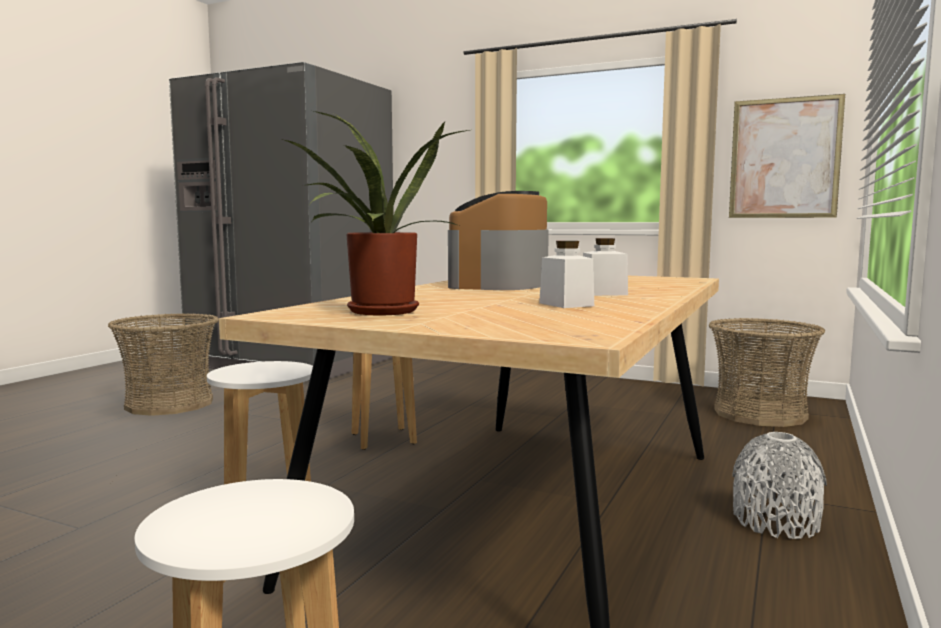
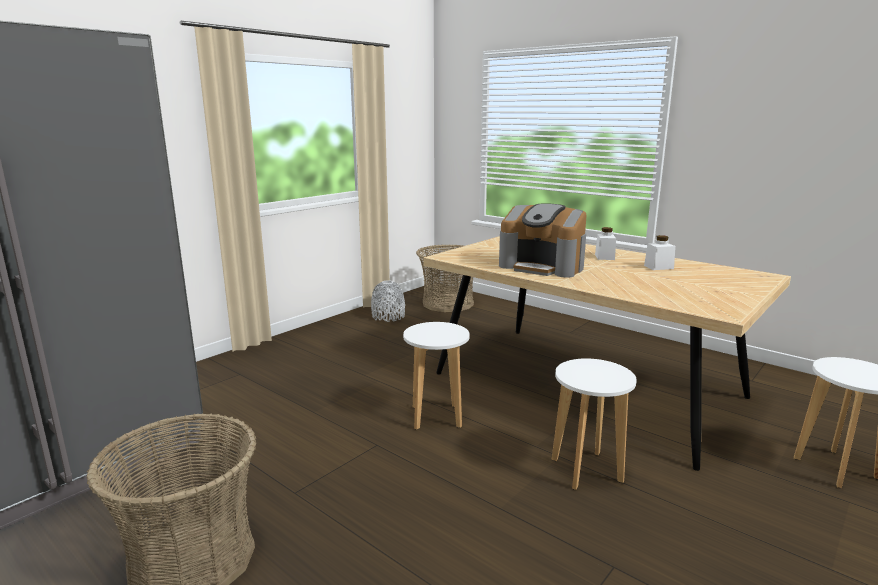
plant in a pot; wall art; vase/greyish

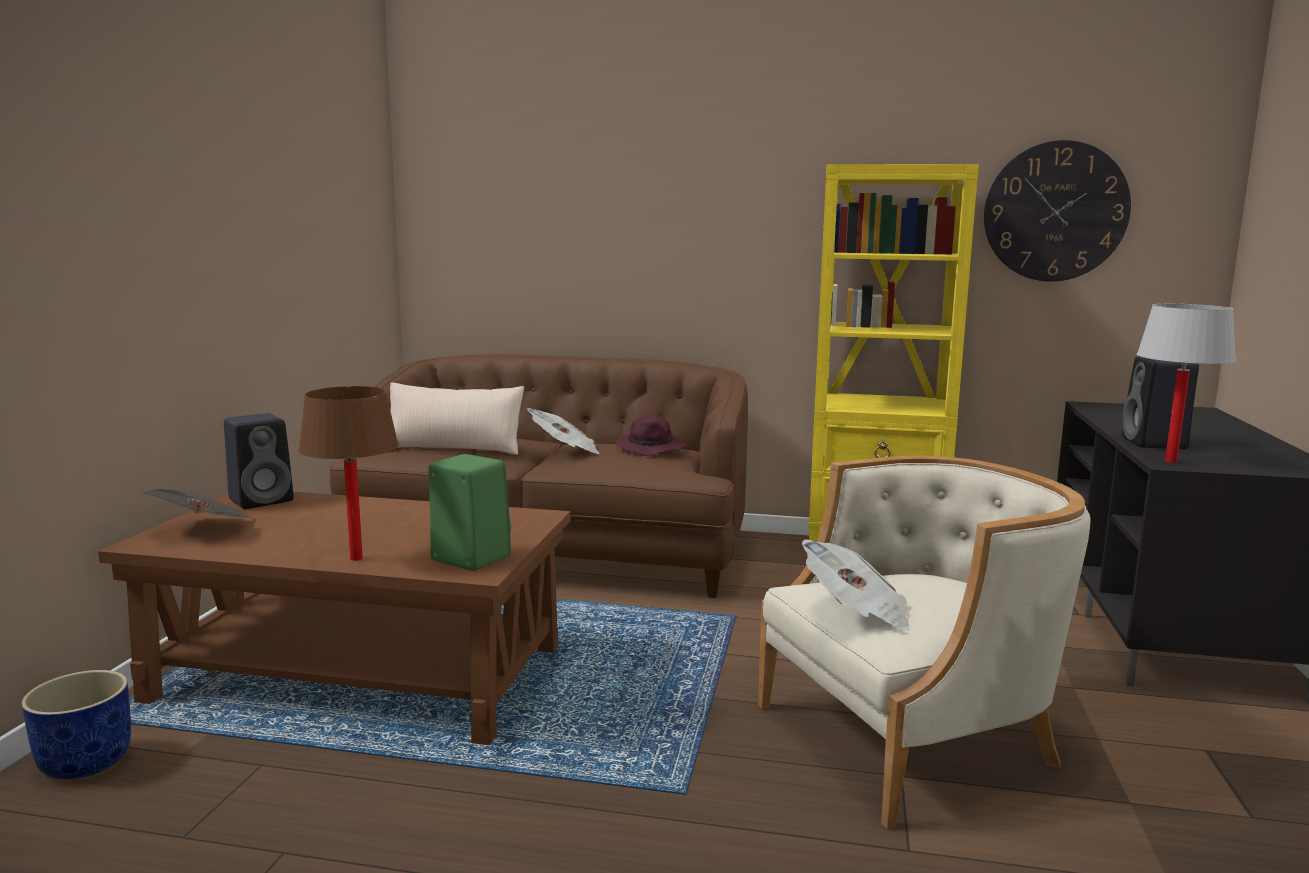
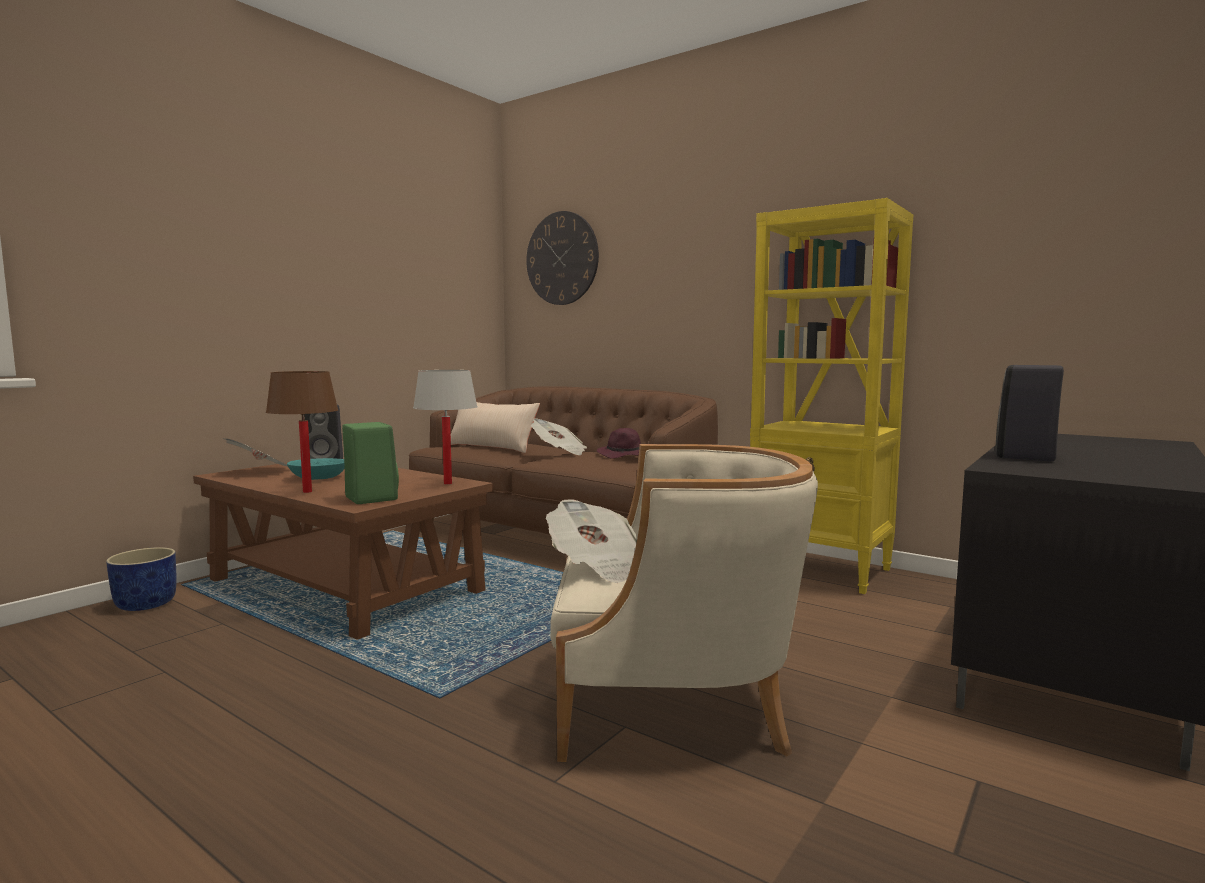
deep dish/turquoise-coloured; wall clock; lamp for a table/white-coloured

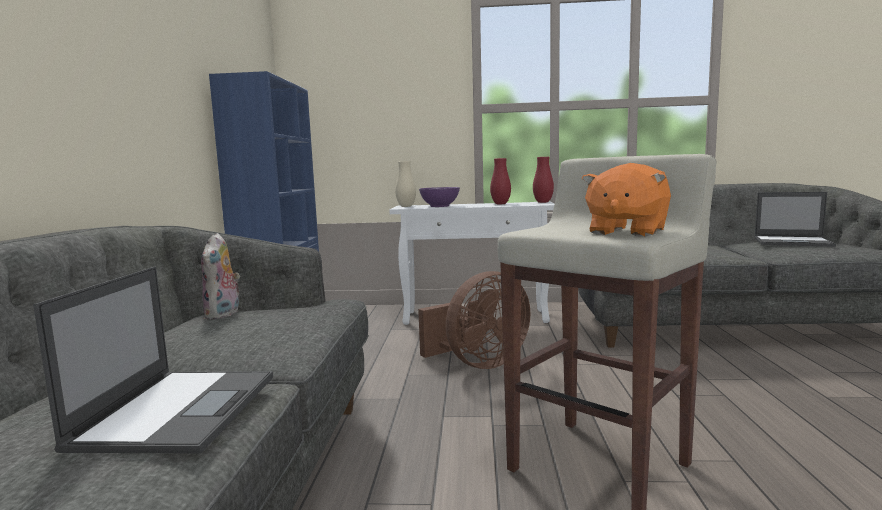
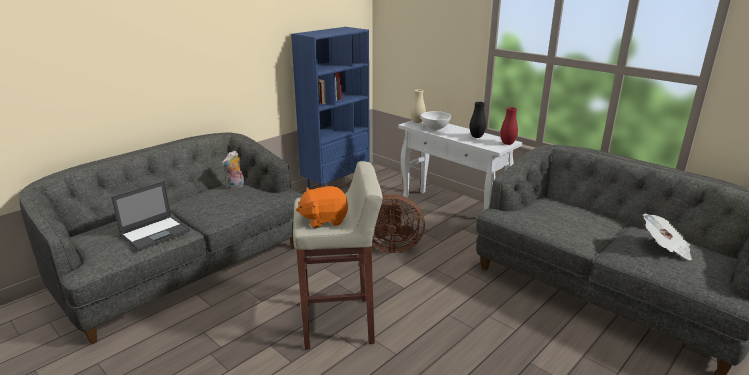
daily paper; deep dish/white-coloured; vase/black-coloured

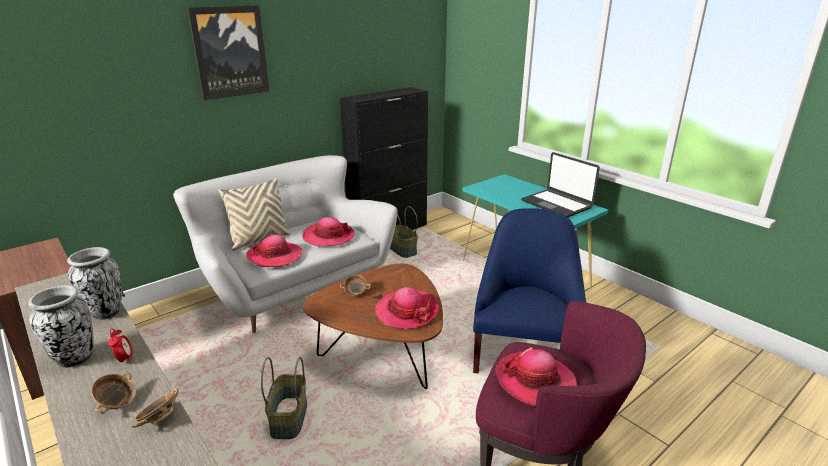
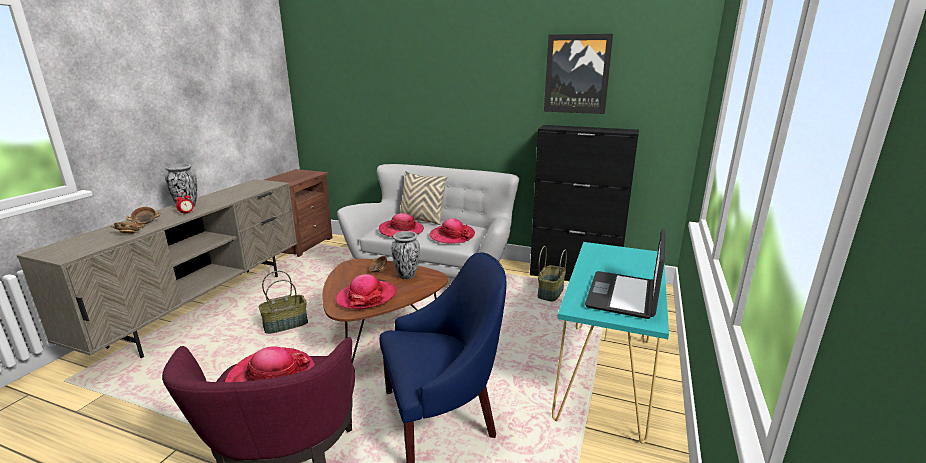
vase (2nd from left); wall art

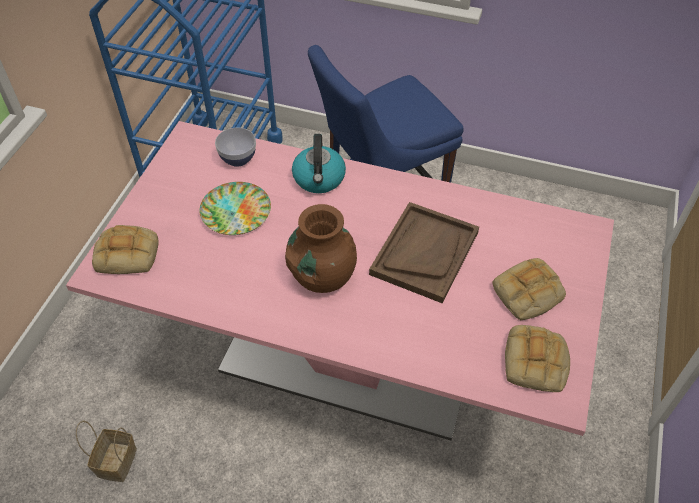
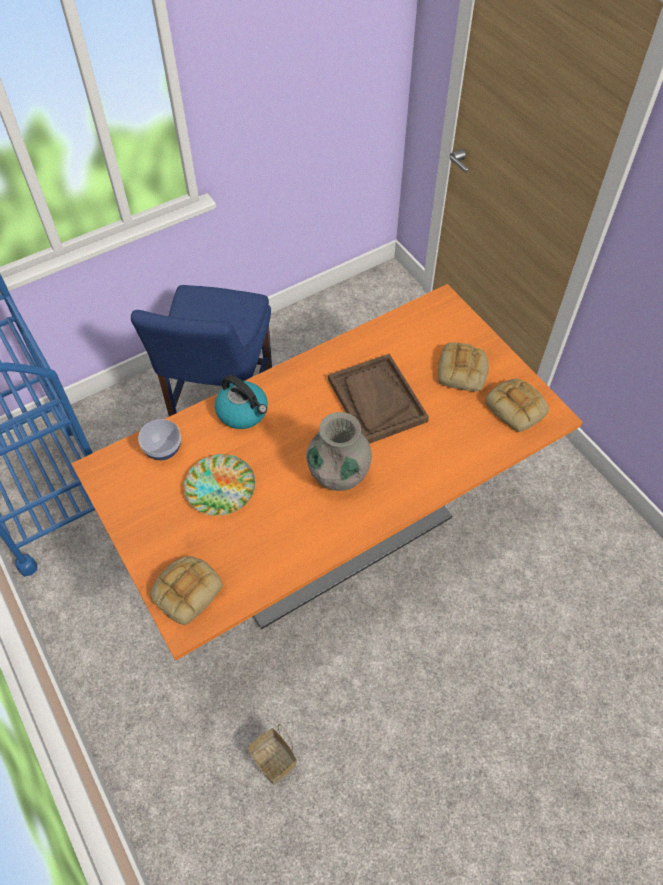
kitchen table/orange-coloured; vase/greyish

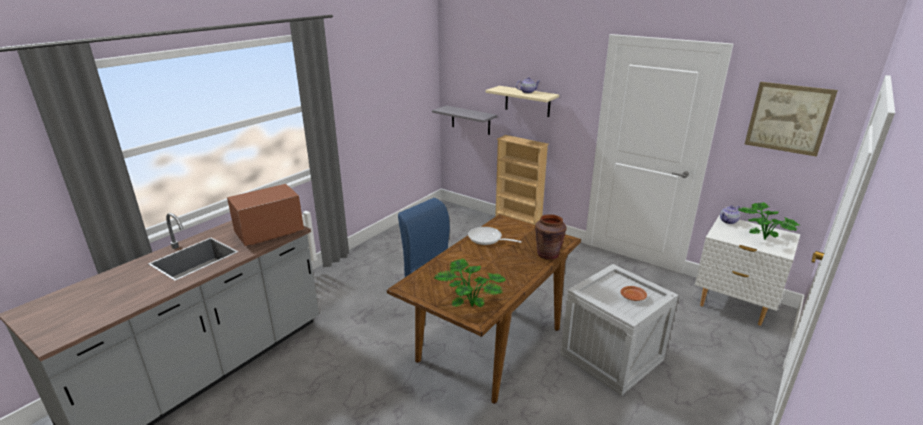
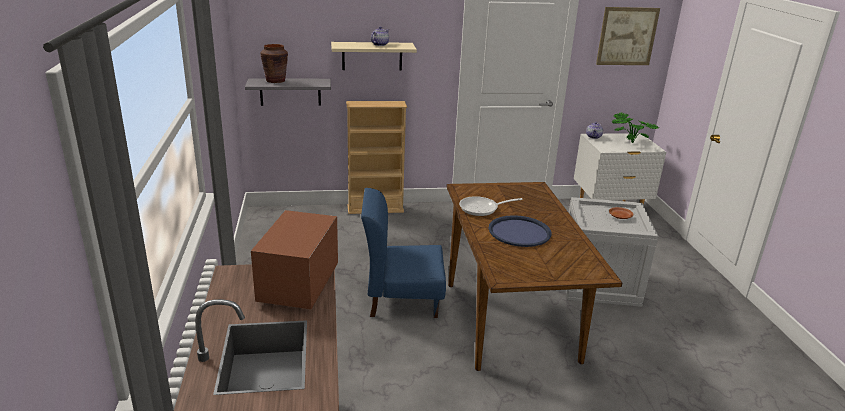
plant in a pot (1st from left in the first image); carrying tray/blue; vase/brownish

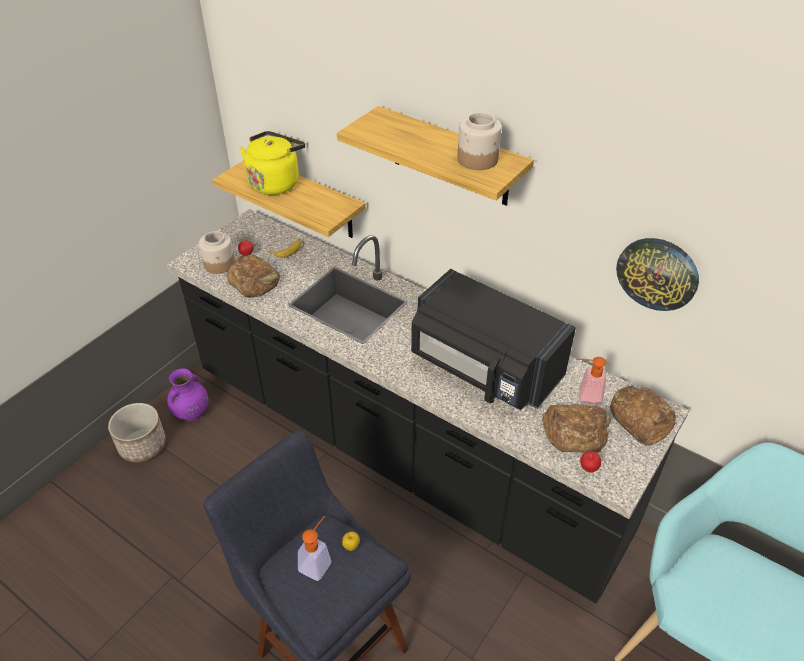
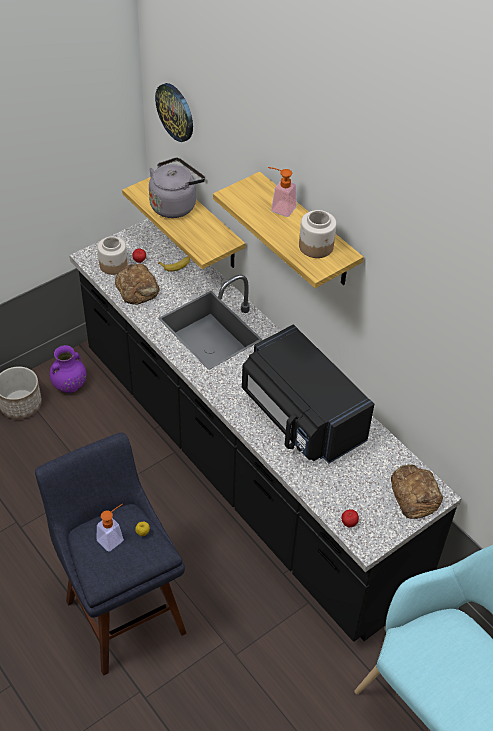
bakery bread (2nd from left in the first image); liquid soap bottle (2nd from left); wall clock; water kettle/greyish

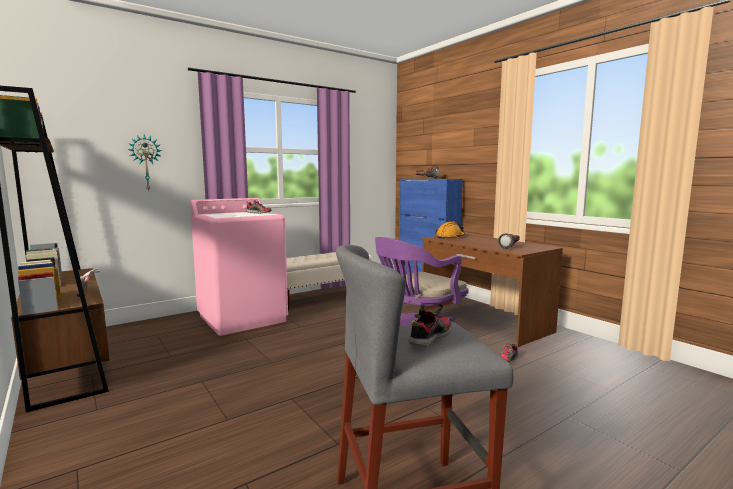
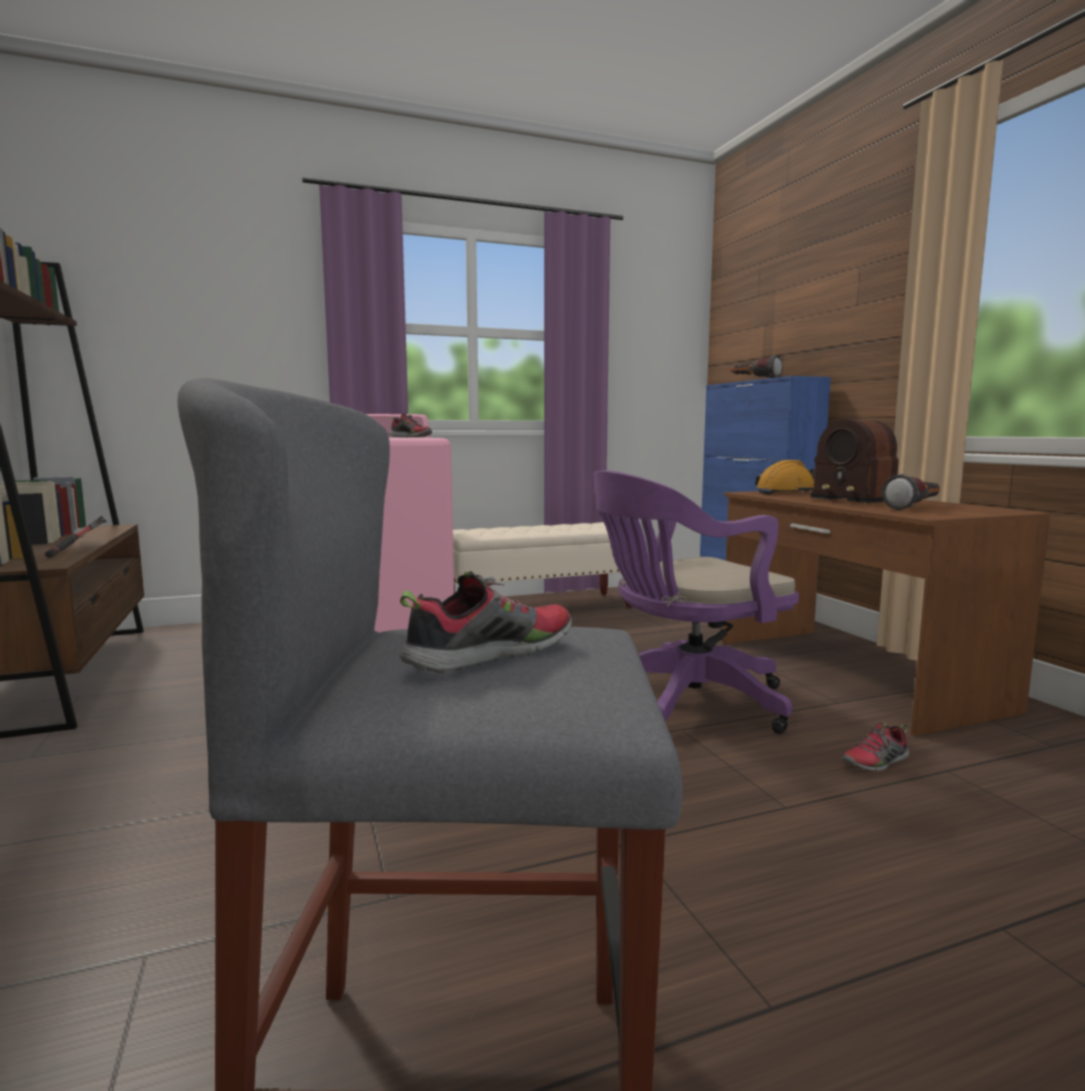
wall clock; radio

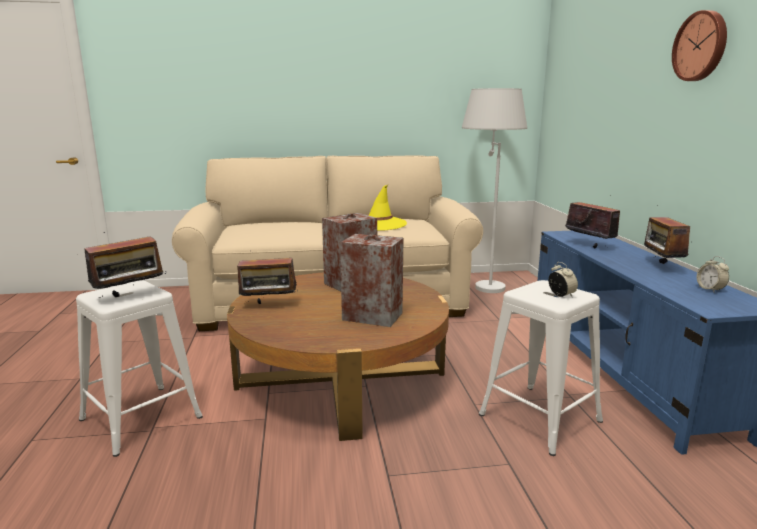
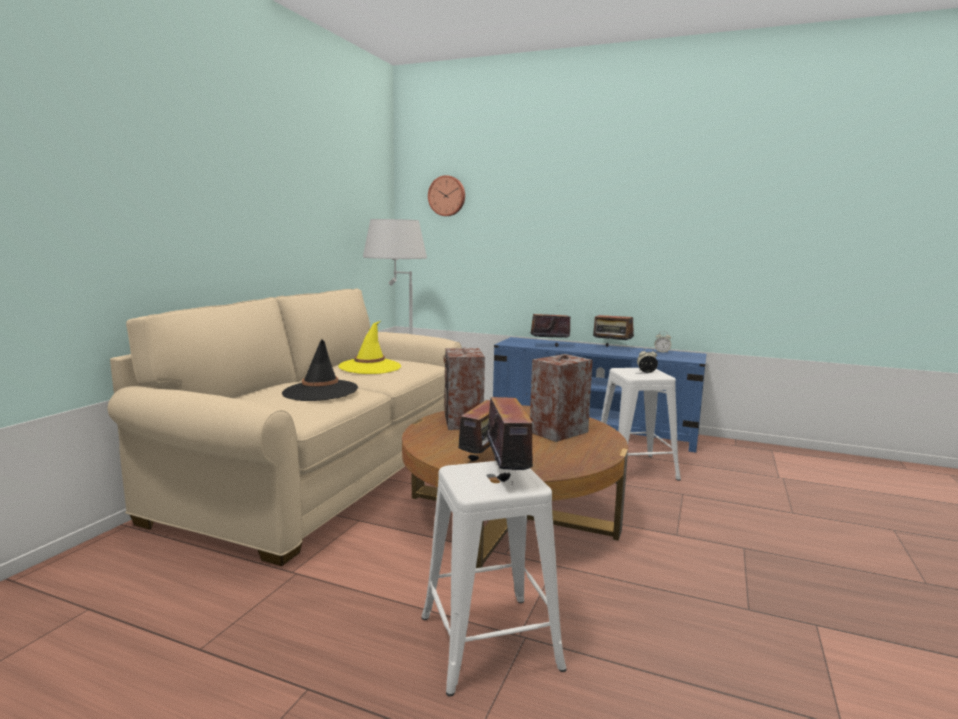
clothing hat/black-coloured; wall clock

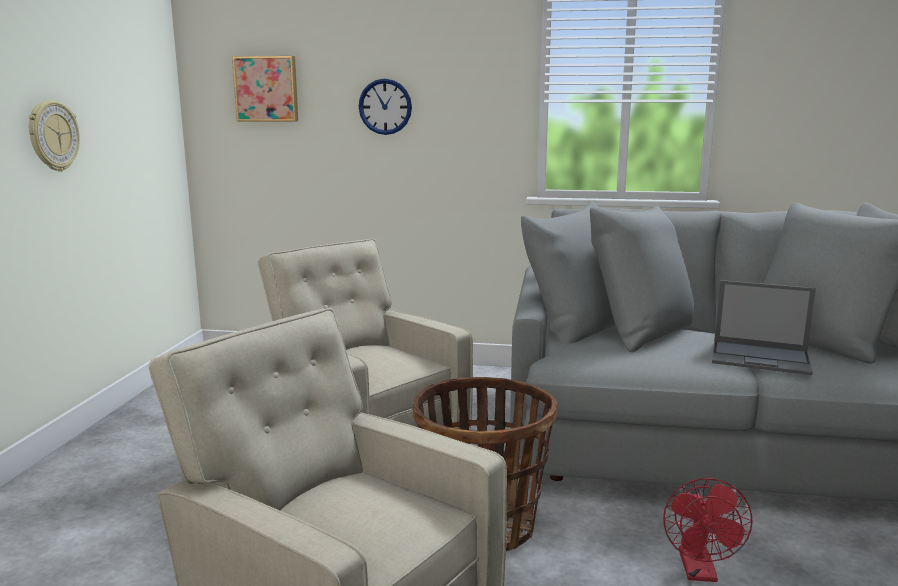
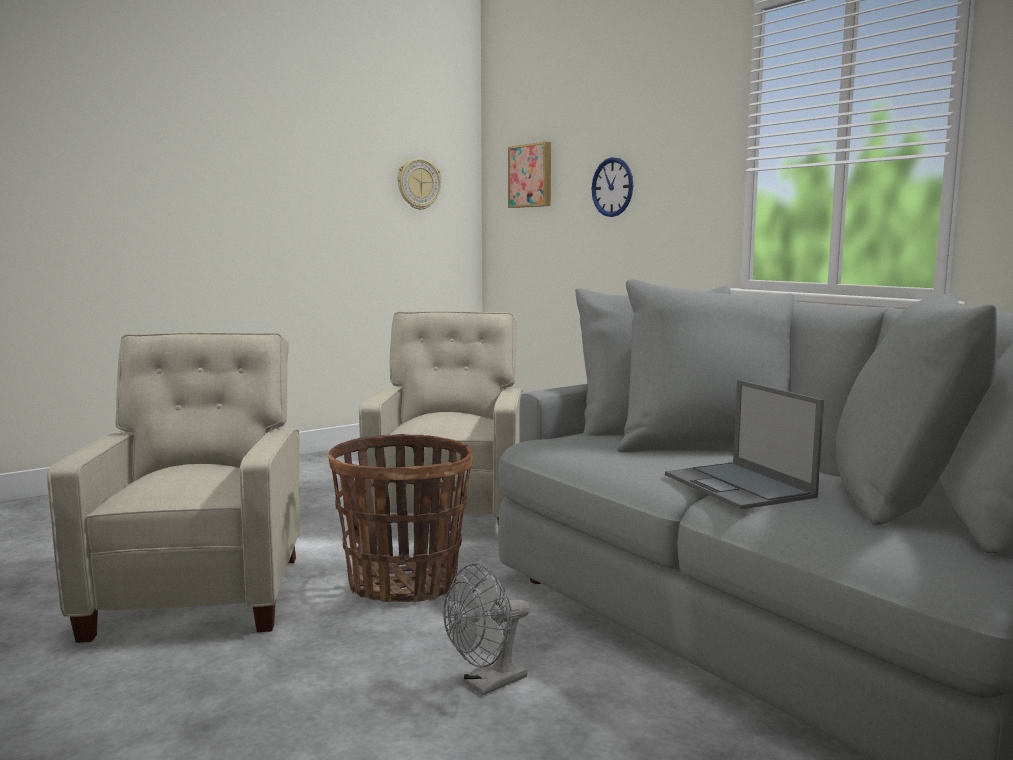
wall clock (1st from left); cooling fan/greyish

